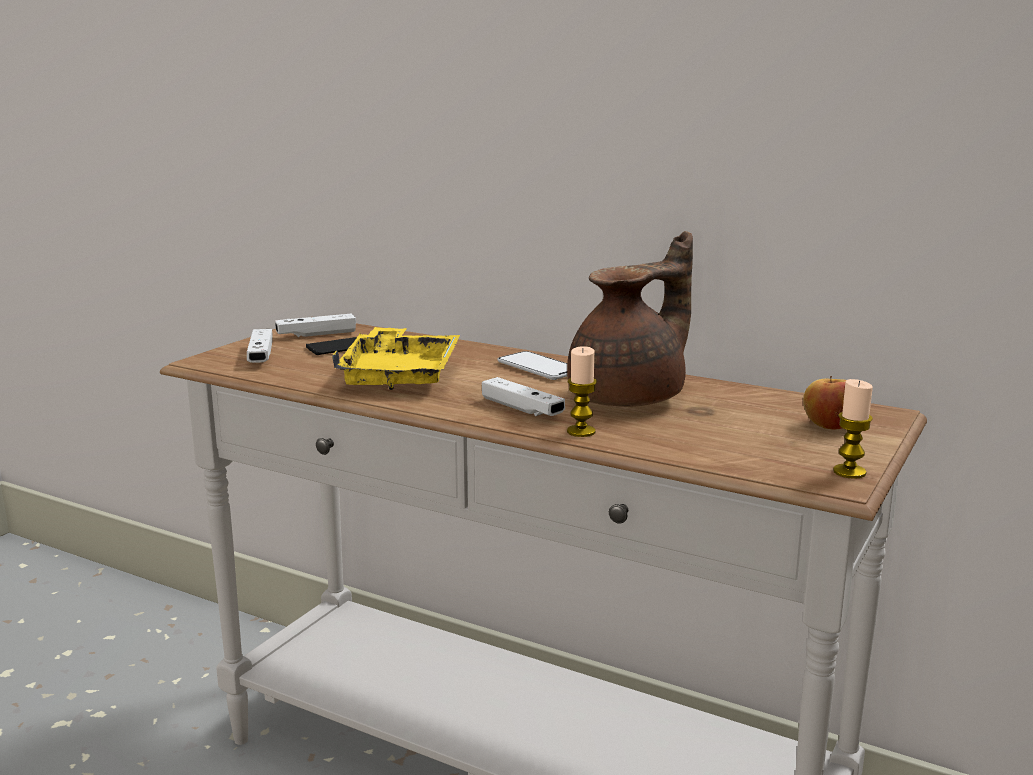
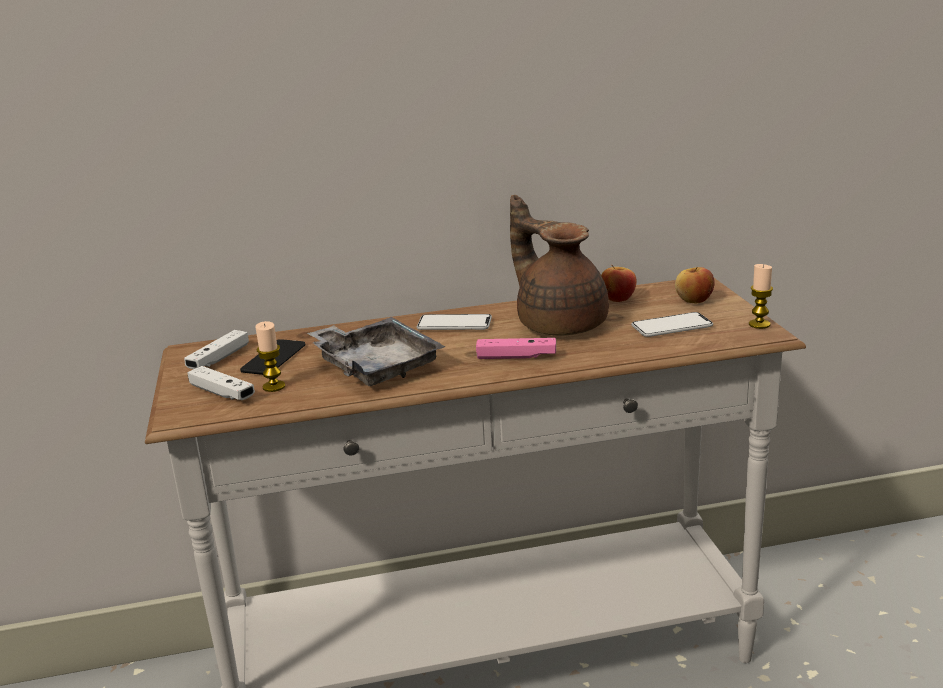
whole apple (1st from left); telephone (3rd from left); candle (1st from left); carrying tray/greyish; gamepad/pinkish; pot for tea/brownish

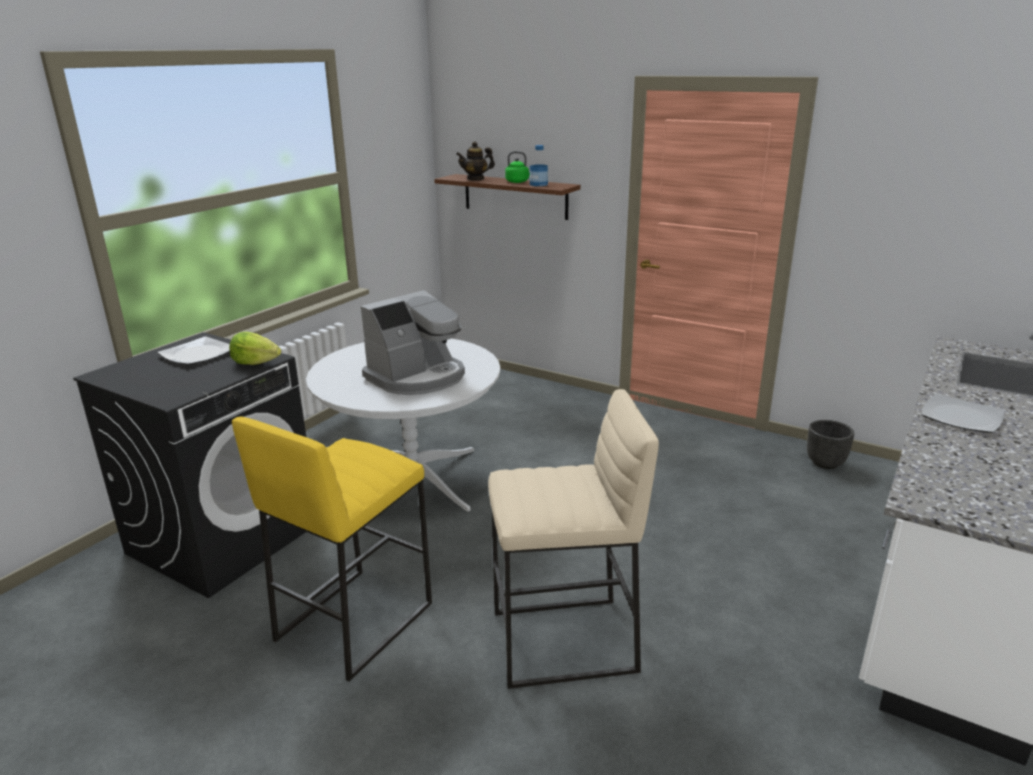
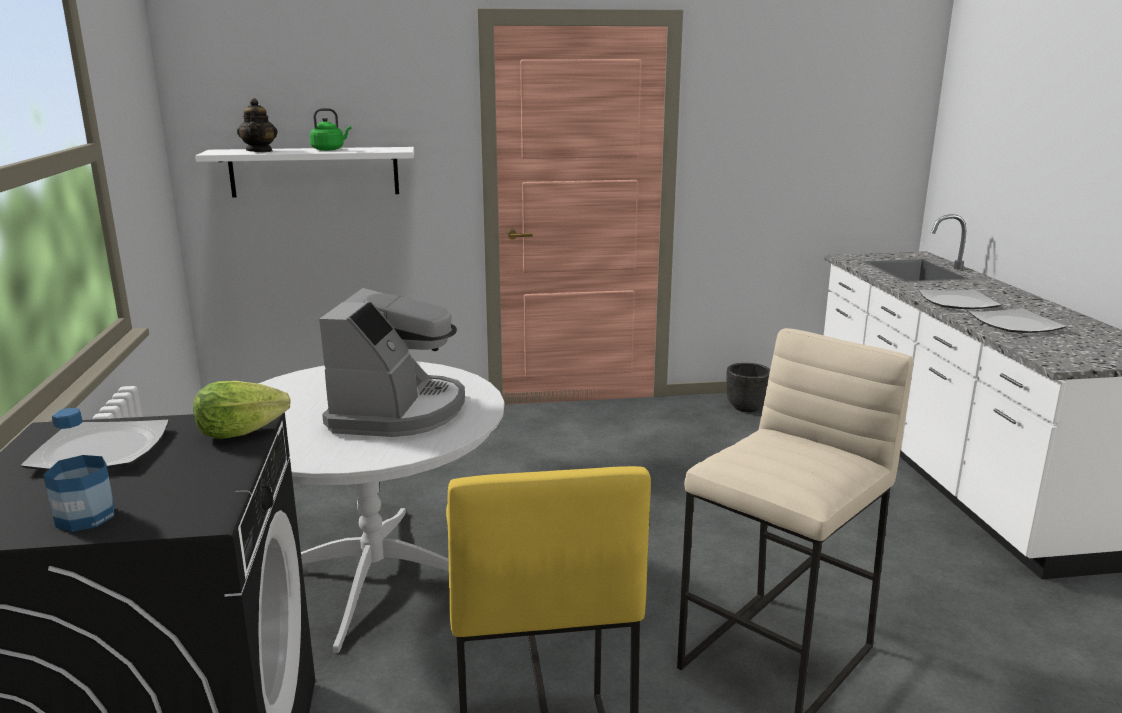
dinner plate (3rd from left); bottle; shelf/white-coloured; pot for tea

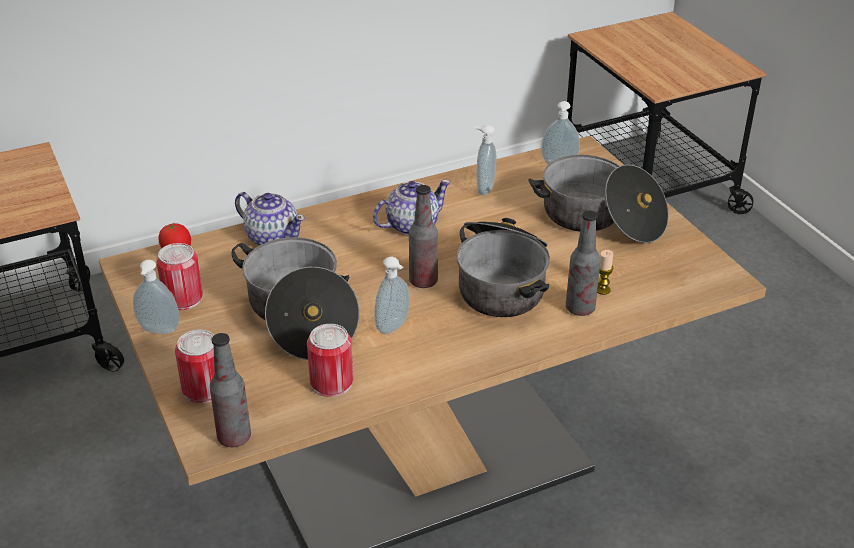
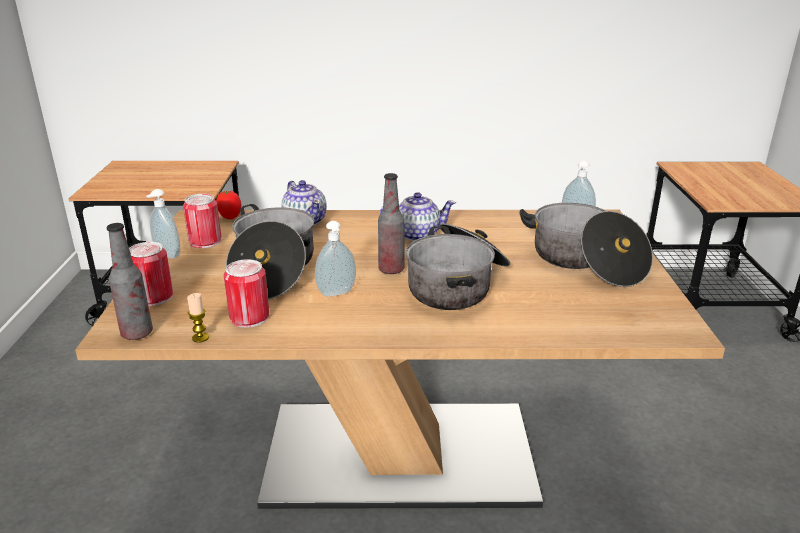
liquid soap bottle (3rd from left in the first image); bottle (3rd from left in the first image); candle

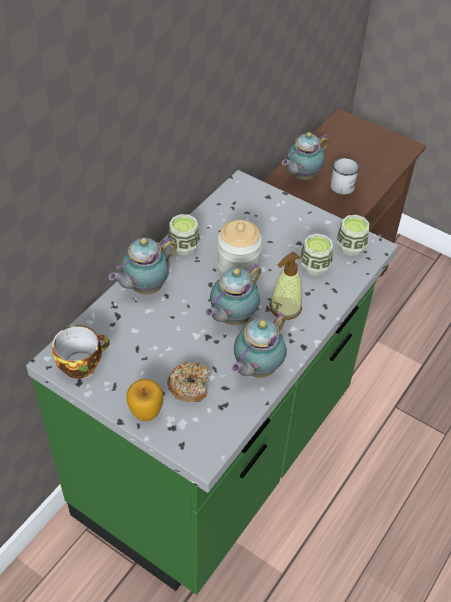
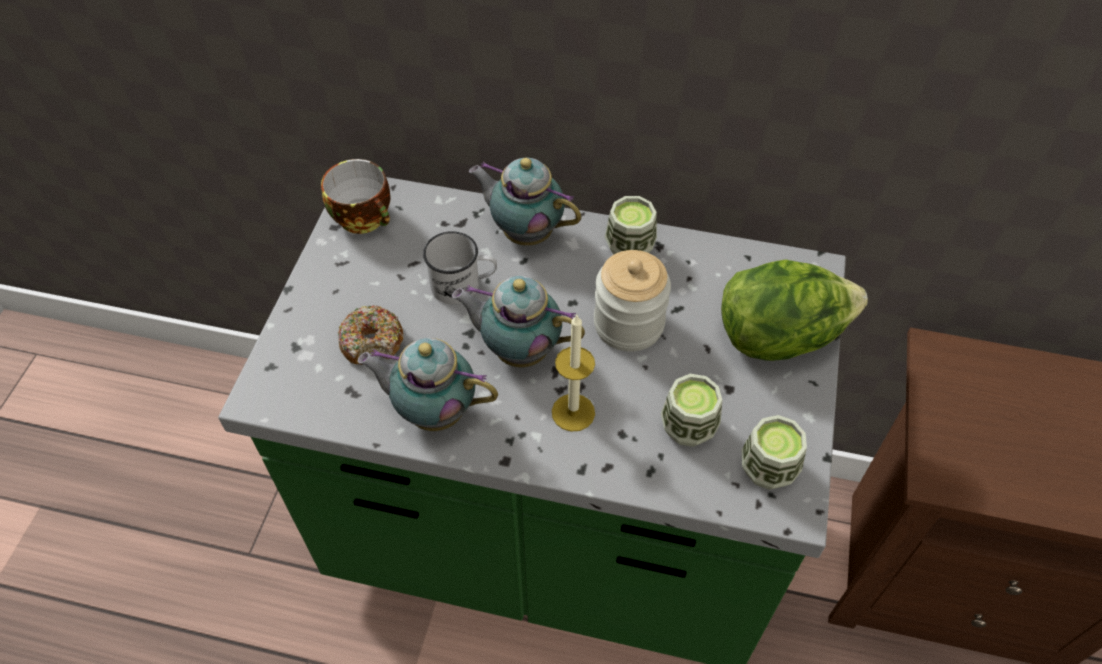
whole apple; pot for tea (4th from left in the first image); head of lettuce; coffee mug/white-coloured; candle

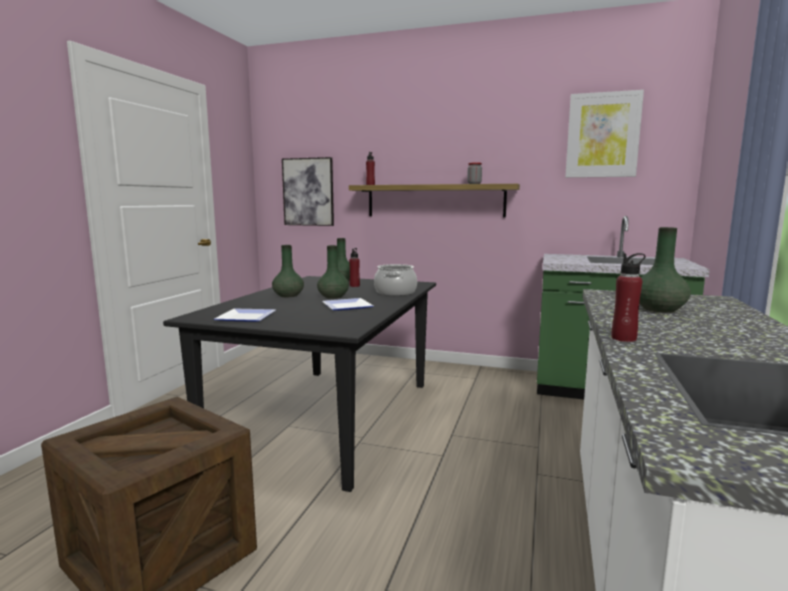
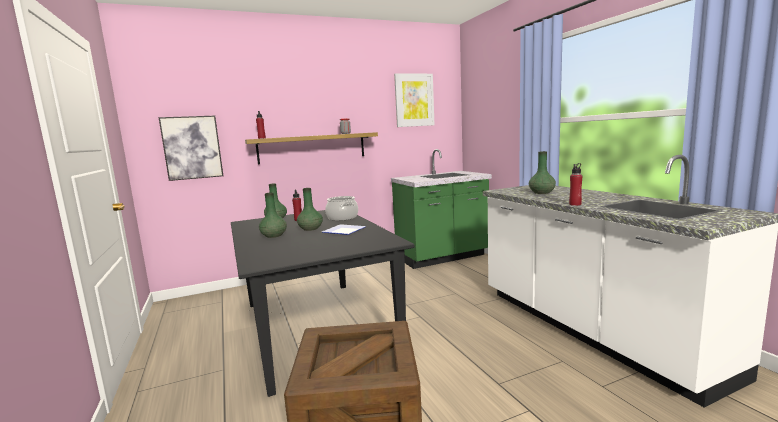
dinner plate (1st from left in the first image)

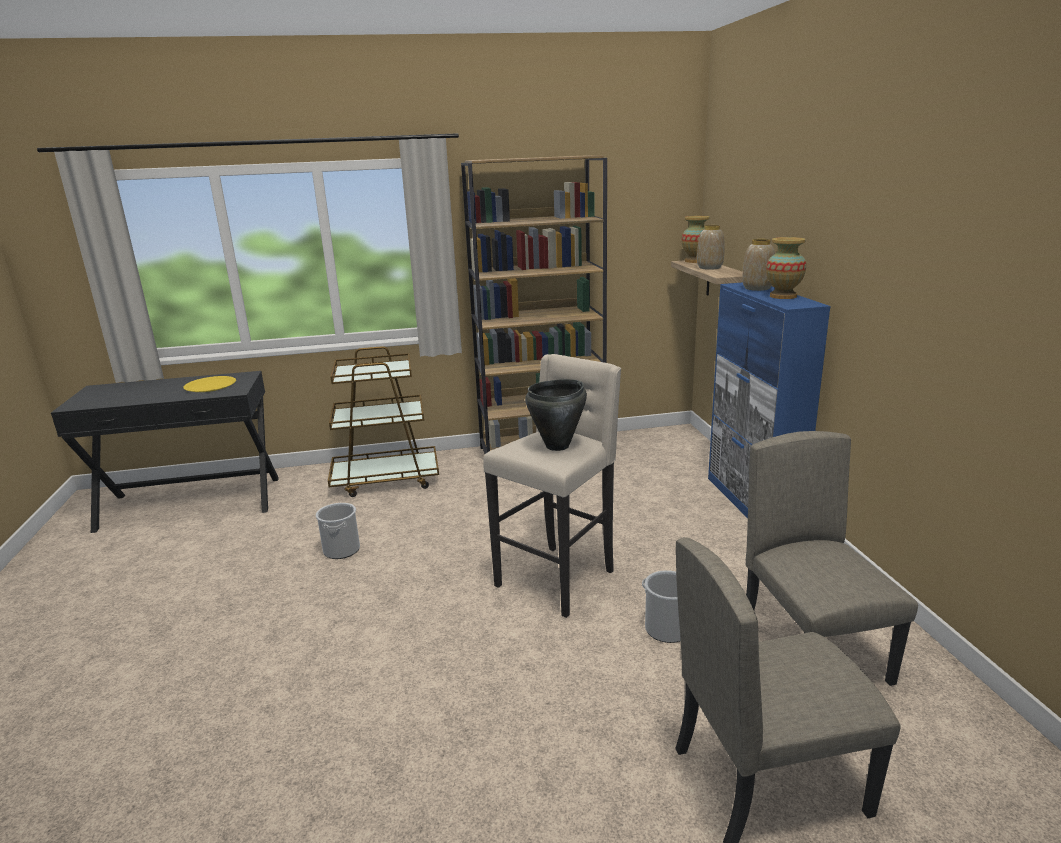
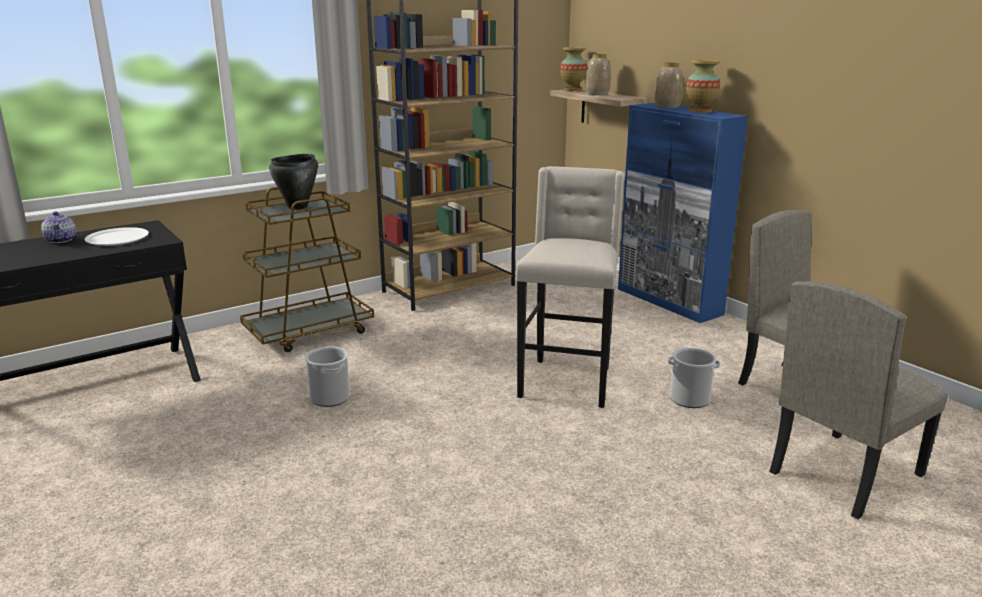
pot for tea; cooking pot/black-coloured; dinner plate/white-coloured

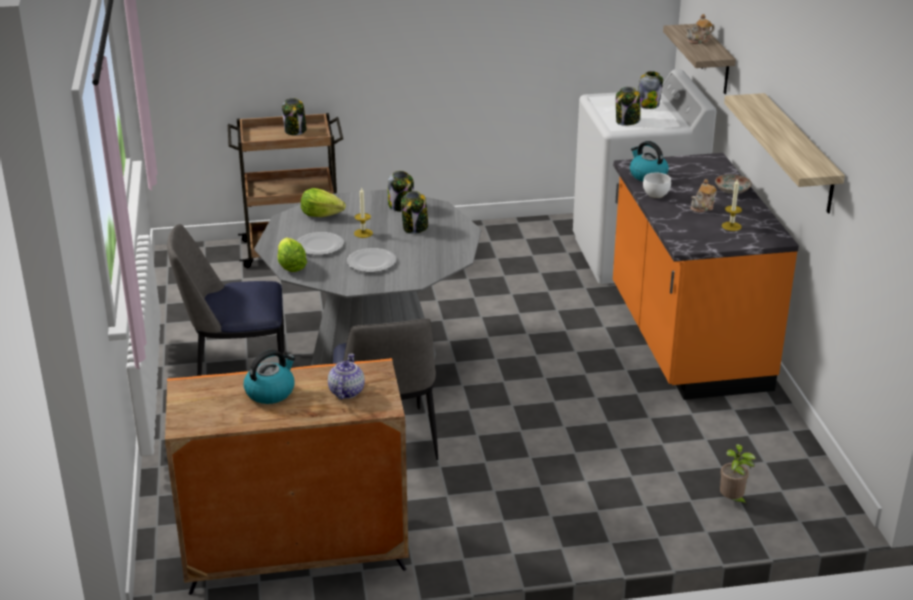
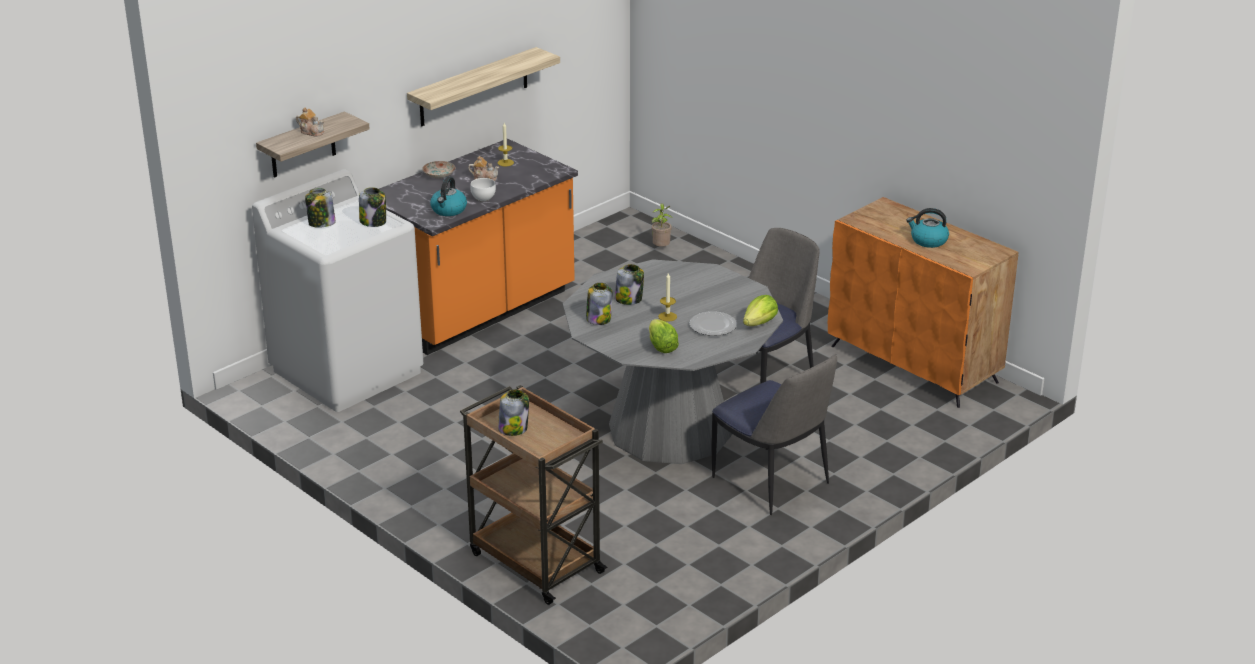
pot for tea (1st from left in the first image); dinner plate (2nd from left in the first image)

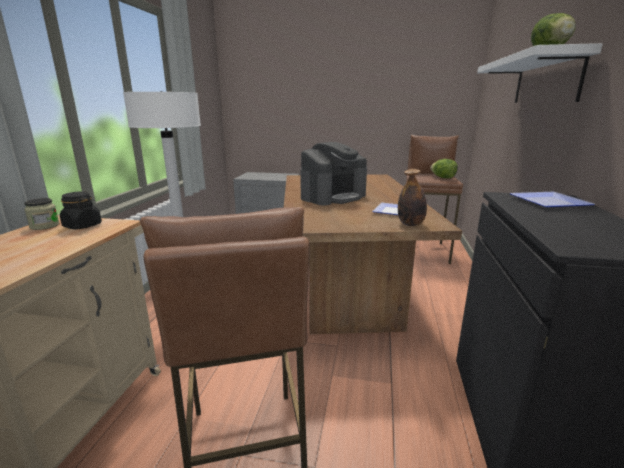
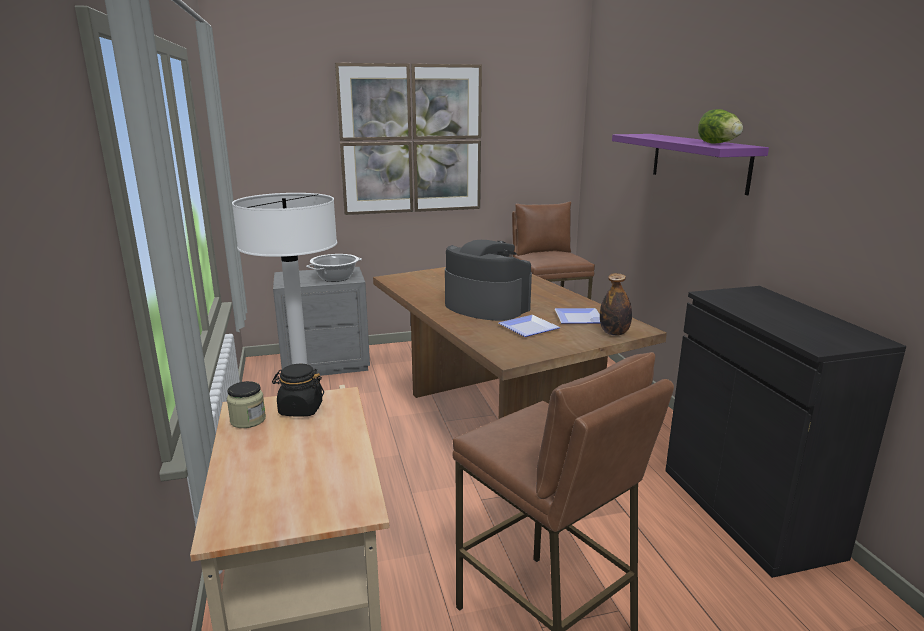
head of lettuce (1st from left in the first image); cooking pot; wall art; dinner plate (1st from left); shelf/purple; coffee brewer

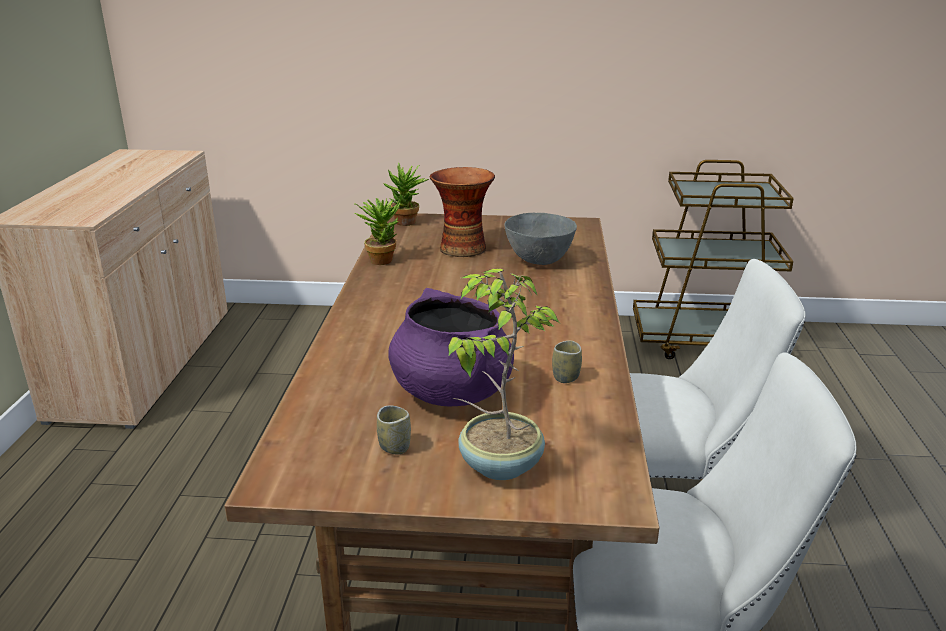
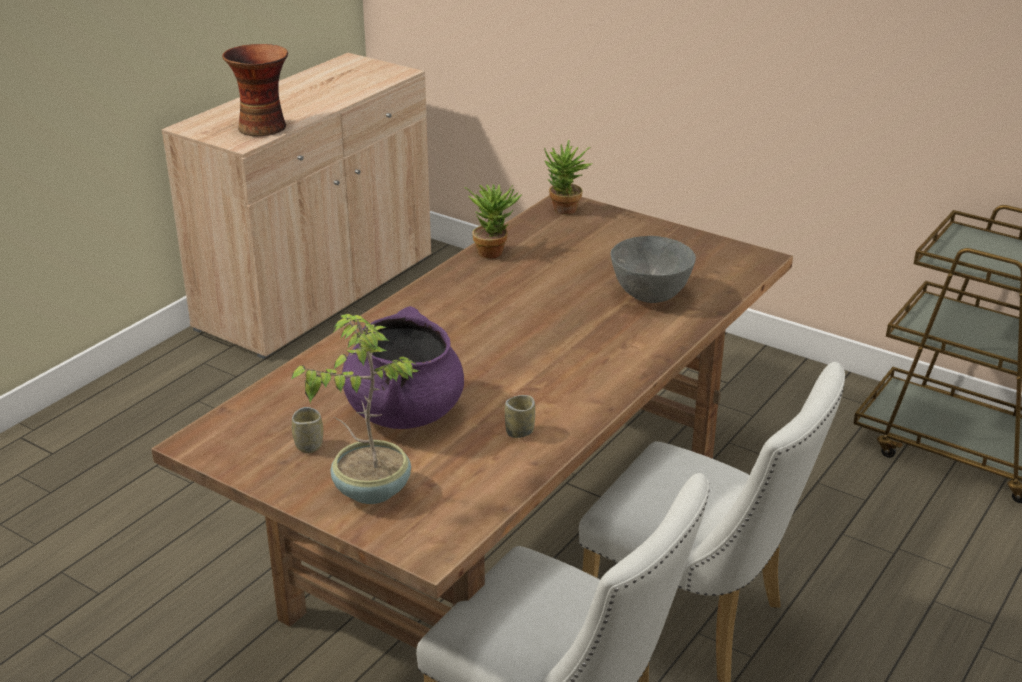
vase

